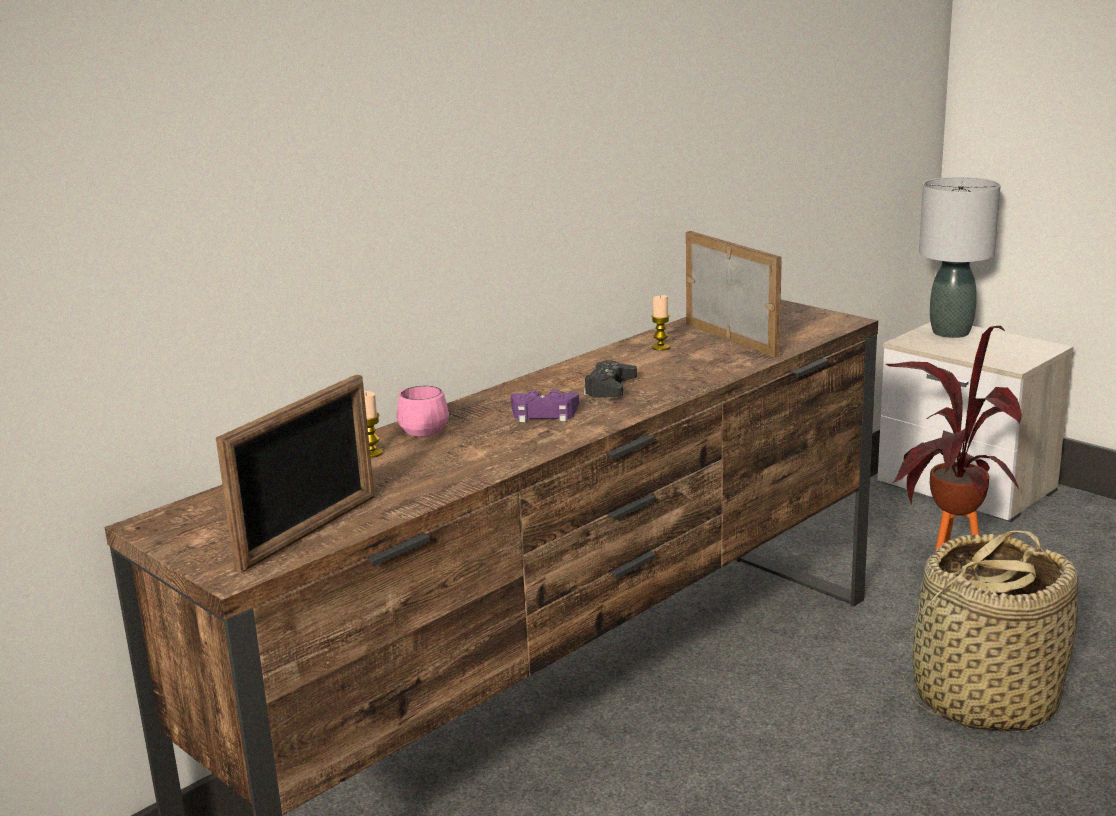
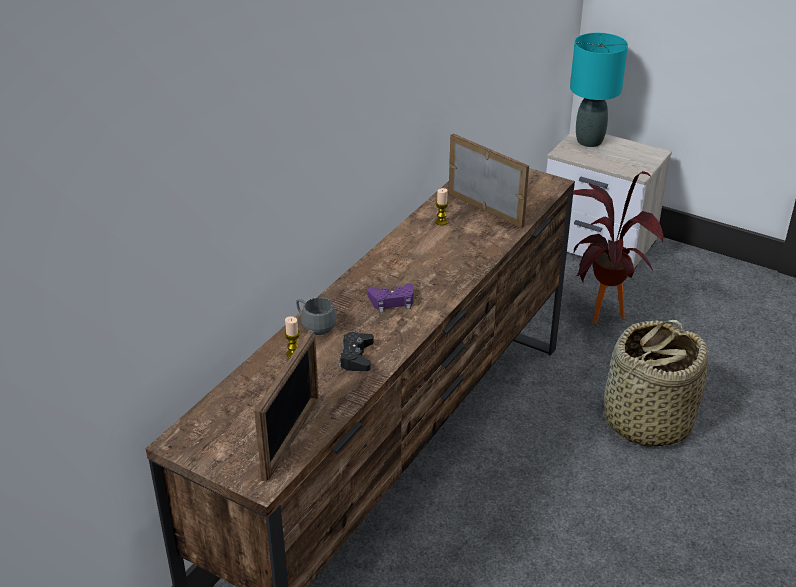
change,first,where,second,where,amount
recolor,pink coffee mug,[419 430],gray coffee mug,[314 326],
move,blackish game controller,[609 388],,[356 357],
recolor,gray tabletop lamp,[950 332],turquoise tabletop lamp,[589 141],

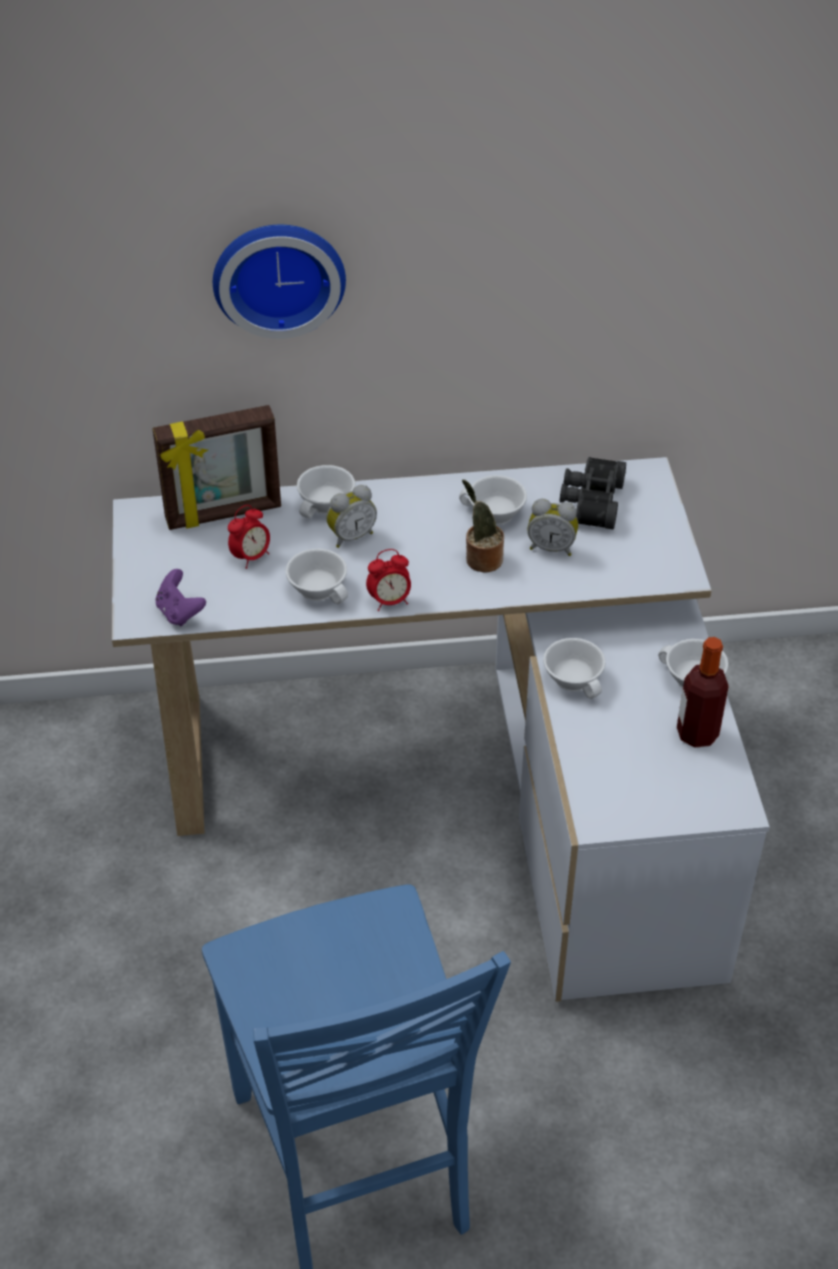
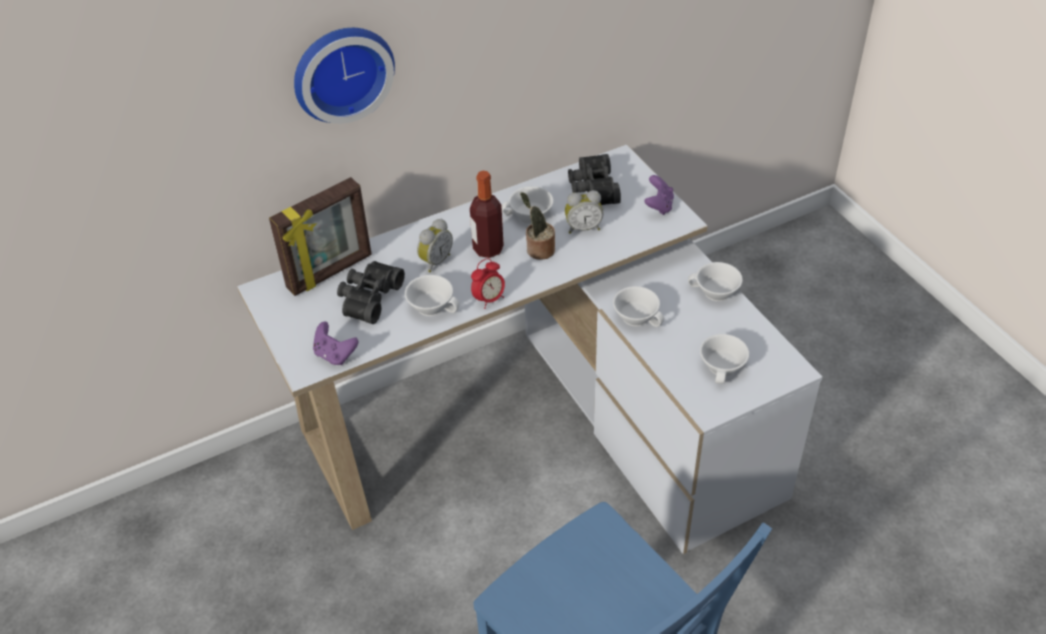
change,first,where,second,where,amount
replace,bedside clock,[251 557],blackish field glasses,[368 298],
move,bottle,[697 733],,[488 249],
insert,,,purplish game controller,[659 206],
move,white cup,[327 505],,[724 367],

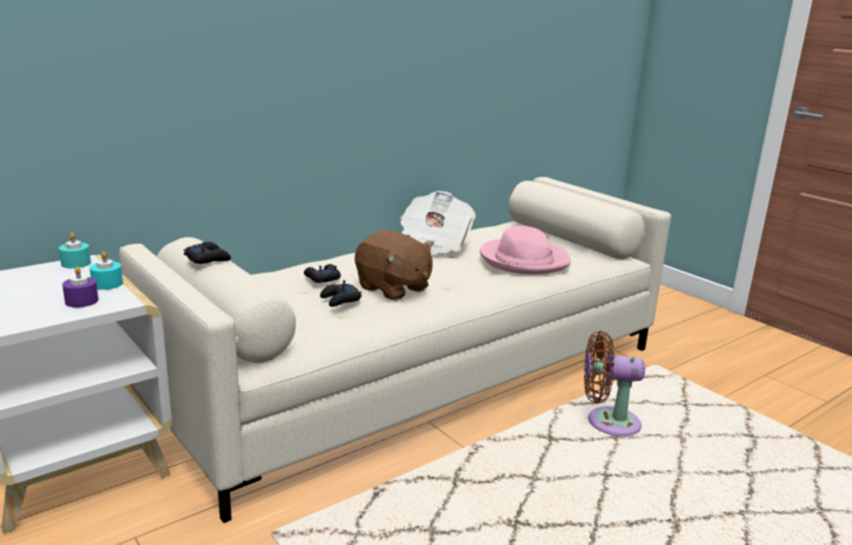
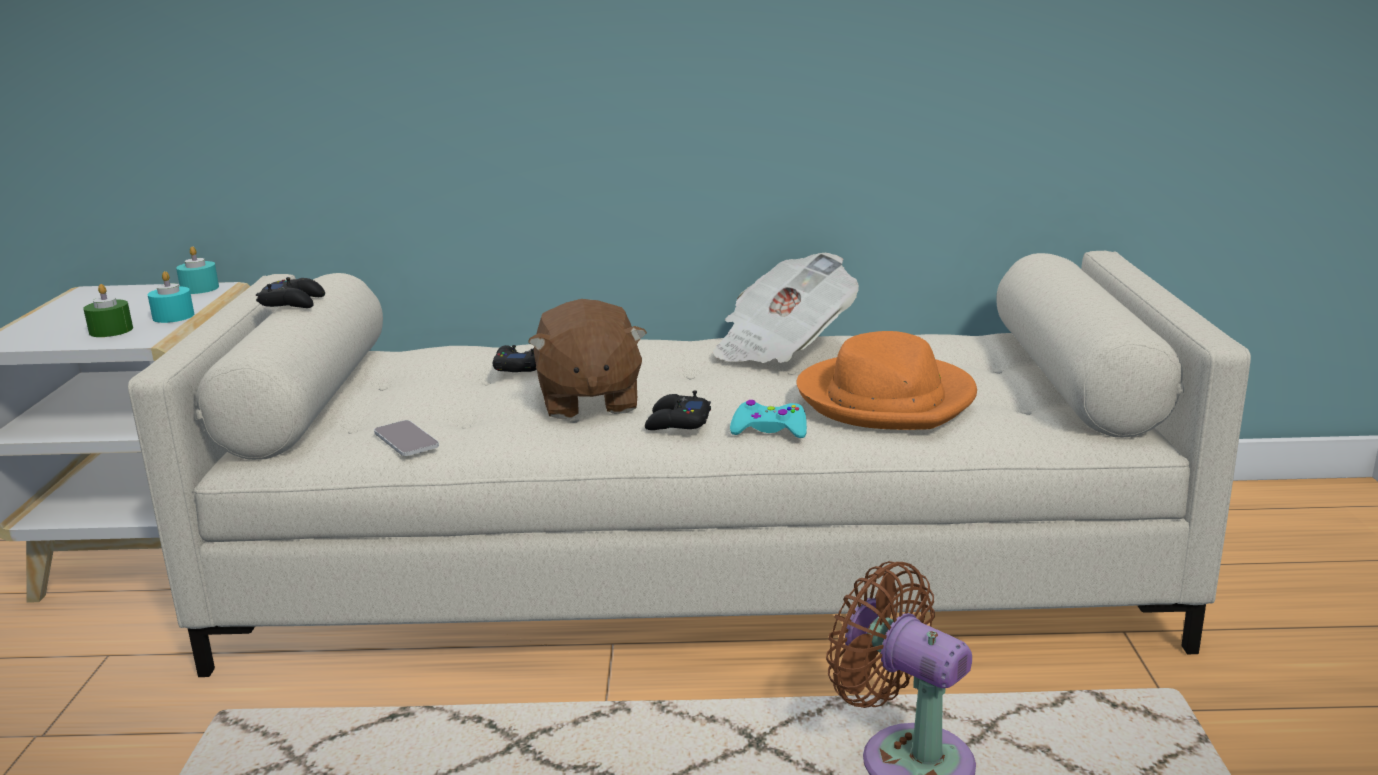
change,first,where,second,where,amount
recolor,purplish wax candle,[81 301],green wax candle,[111 330],
insert,,,handset,[406 440],
move,blackish game controller,[340 300],,[677 422],
insert,,,turquoise game controller,[769 430],
recolor,pink wearable hat,[524 260],orange-coloured wearable hat,[887 399],

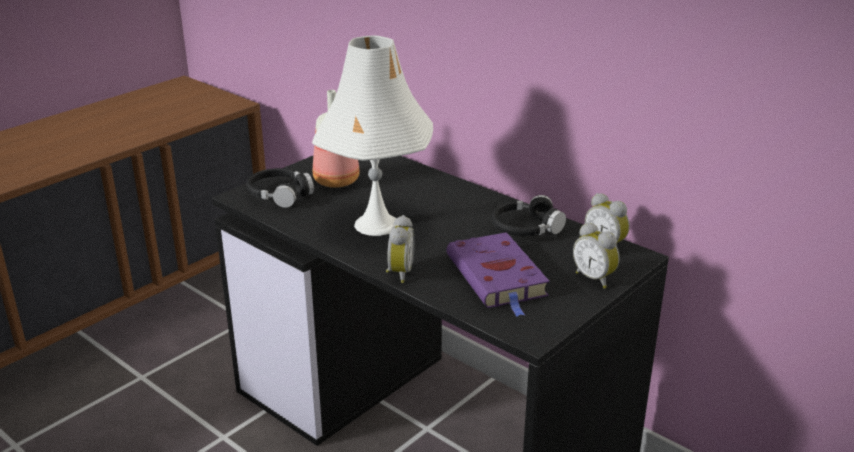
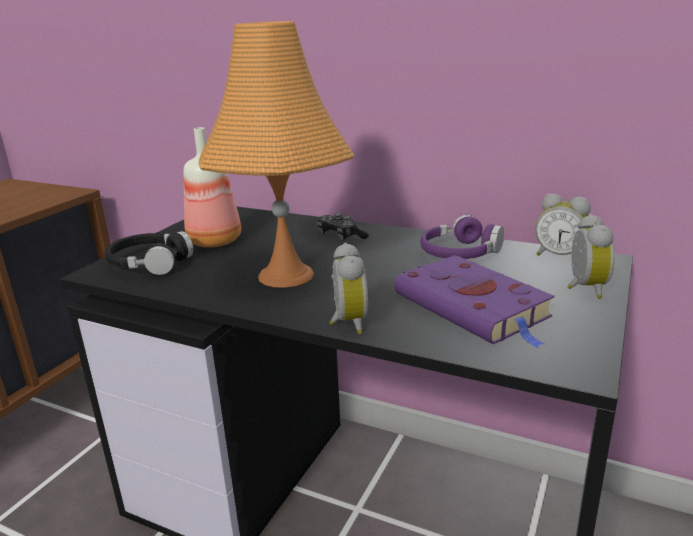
change,first,where,second,where,amount
recolor,white tabletop lamp,[376 224],orange-coloured tabletop lamp,[285 275],
insert,,,game controller,[340 236],
recolor,blackish headphones,[525 228],purplish headphones,[460 253],
rotate,bedside clock,[595 278],,[583 288],120 degrees counterclockwise

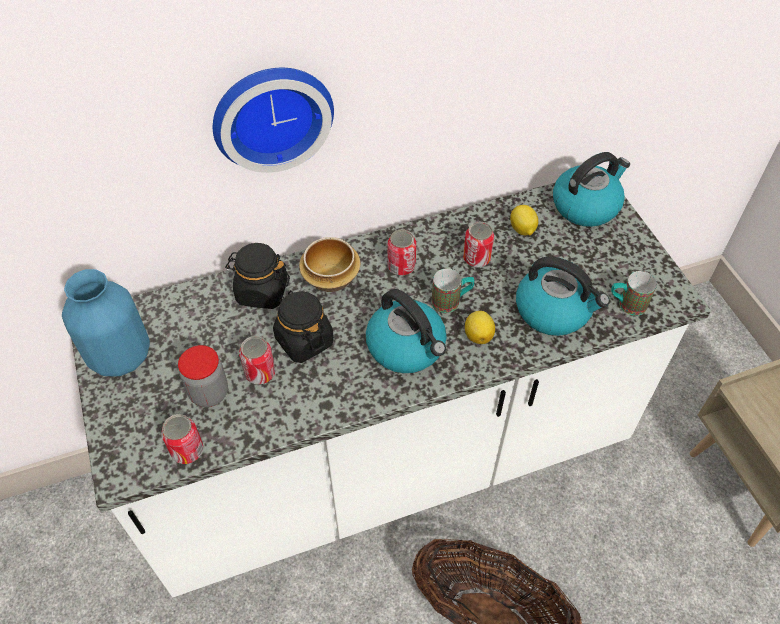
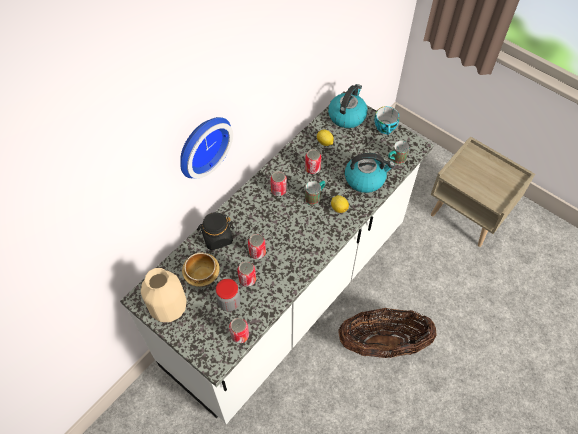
change,first,where,second,where,amount
recolor,blue-coloured vase,[122 356],sand-coloured vase,[169 307],
move,deep dish,[332 278],,[203 275],
replace,blackish jar,[304 340],can,[257 252],
insert,,,cup,[385 128],
delete,kettle,[407 347],,,

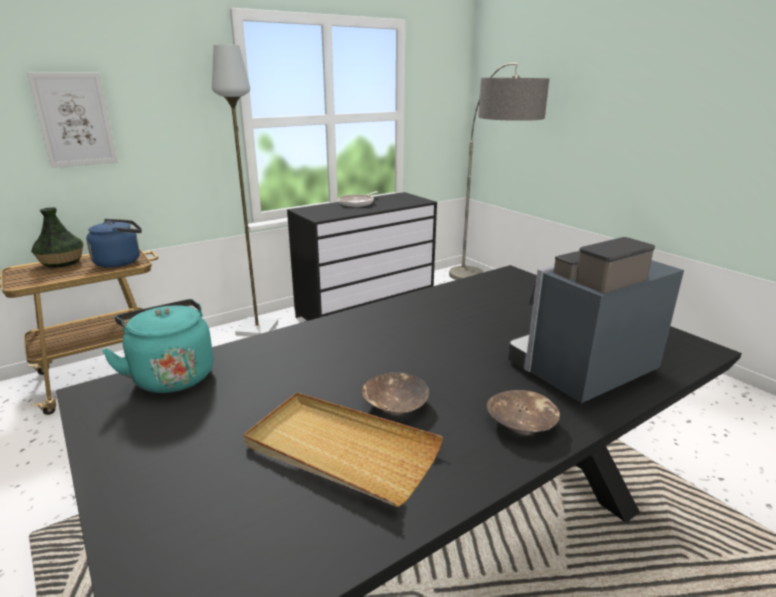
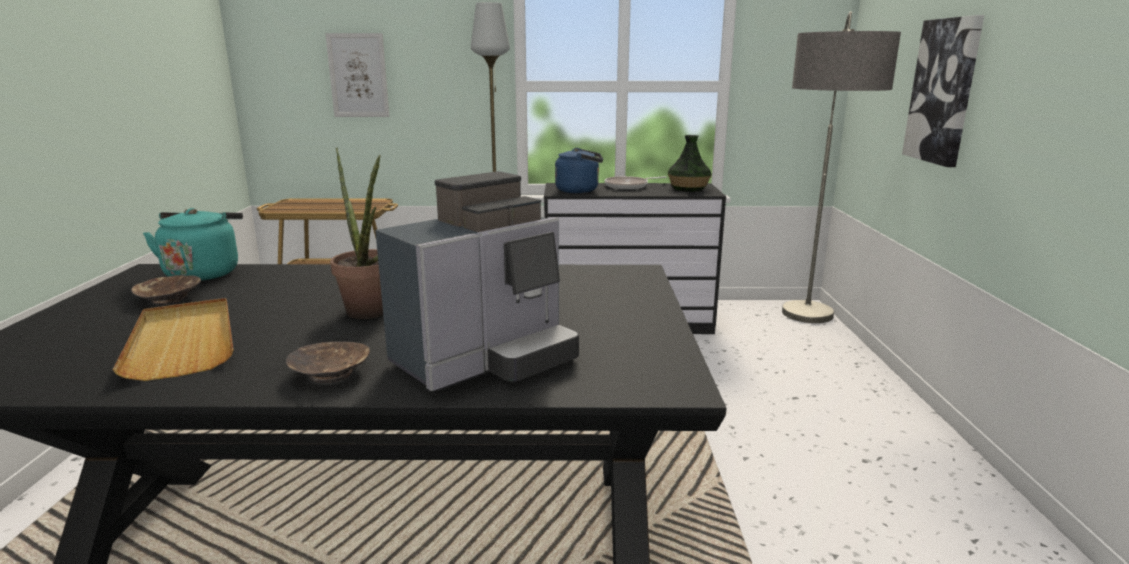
change,first,where,second,where,amount
move,brownish deep dish,[394 404],,[170 298],
insert,,,plant in a pot,[372 314],
rotate,coffee brewer,[581 370],,[487 359],135 degrees clockwise
move,blue-coloured kettle,[121 261],,[580 190],
move,vase,[62 262],,[689 188],
insert,,,wall art,[943 91],

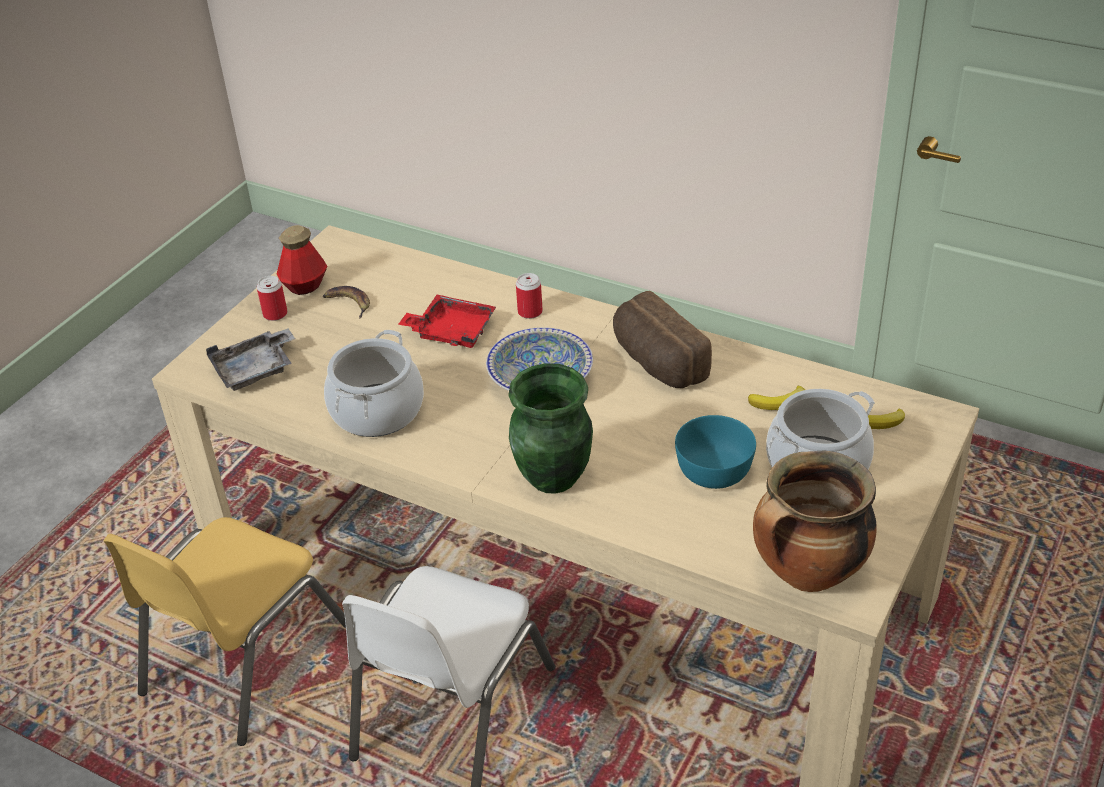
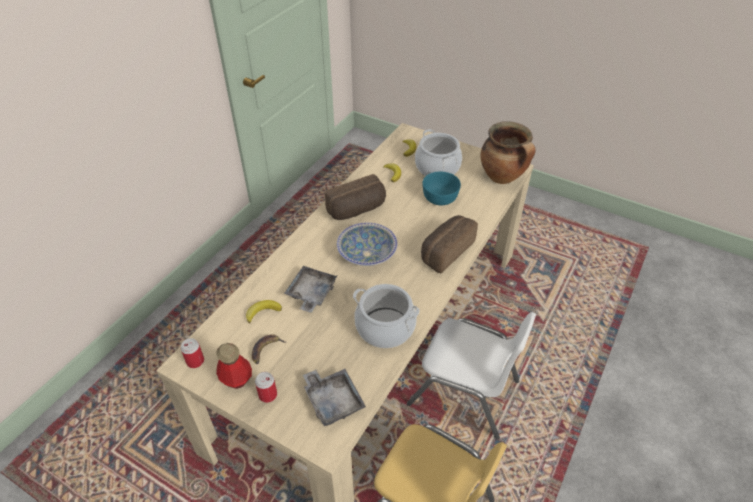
change,first,where,second,where,amount
move,can,[530 312],,[195 361],
insert,,,banana,[263 312],
recolor,red-coloured carrying tray,[451 331],gray carrying tray,[311 293],
replace,green vase,[553 478],bread,[445 251],

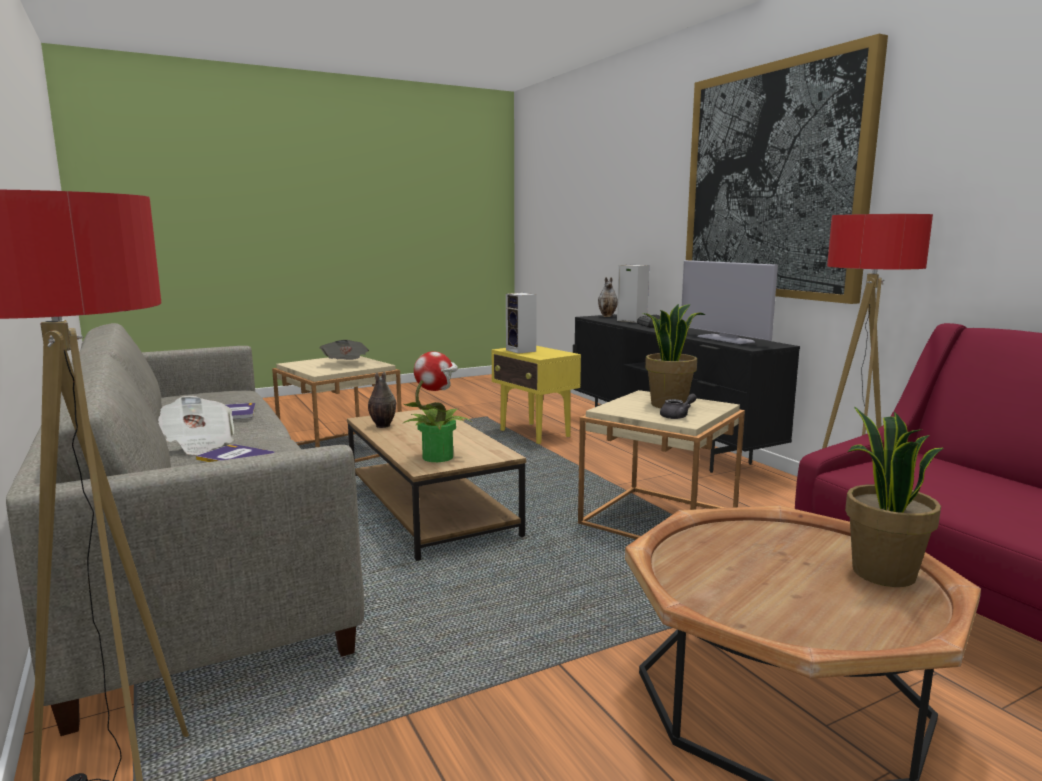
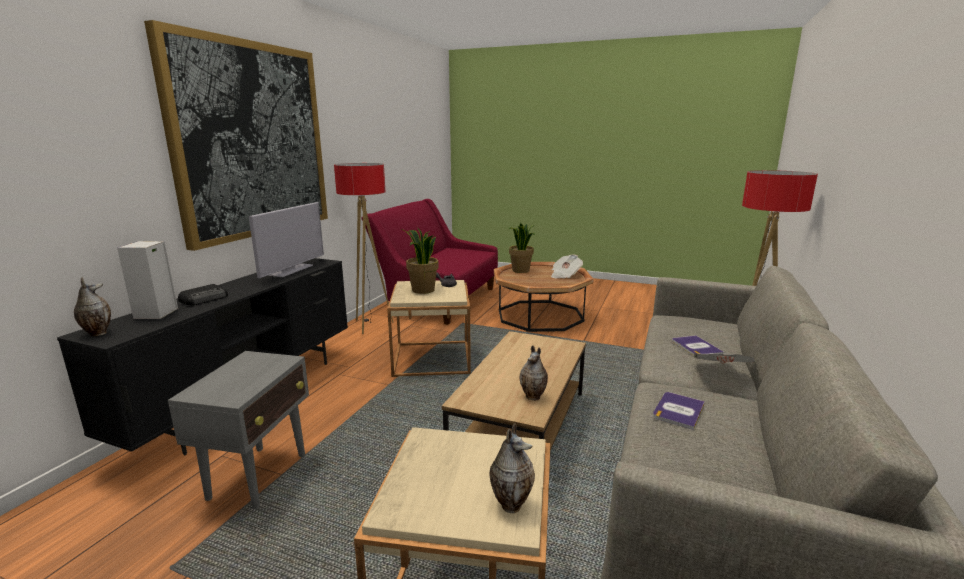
change,first,where,second,where,amount
recolor,yellow-coloured side table,[535 434],gray side table,[259 475],
insert,,,vase,[511 503],
move,printed paper,[346 363],,[565 275],
delete,plant in a pot,[438 457],,,
delete,loudspeaker,[522 351],,,

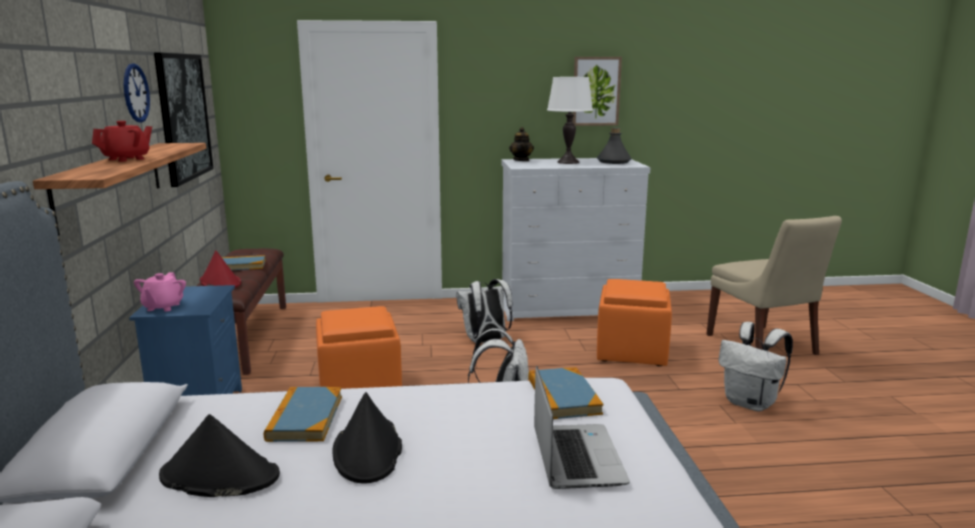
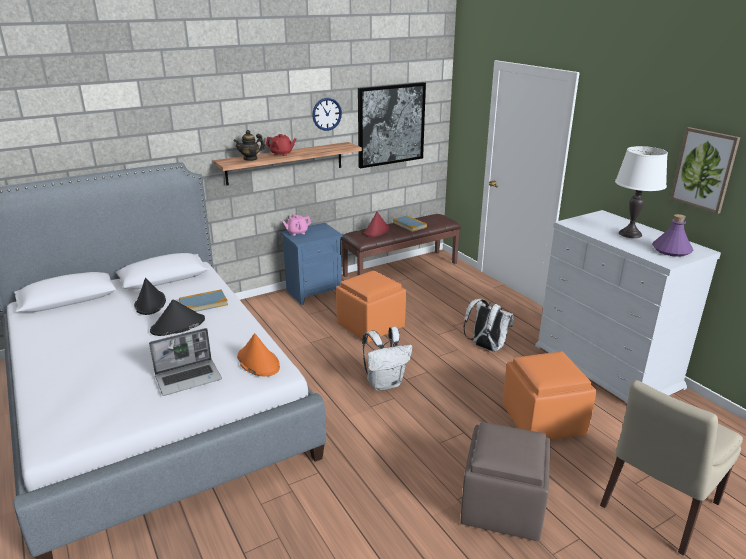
change,first,where,second,where,amount
move,pot for tea,[521 160],,[250 159],
replace,book,[563 396],orange-coloured wearable hat,[258 362],
replace,white backpack,[751 403],brownish pouffe,[503 506],
recolor,gray bottle,[613 162],purplish bottle,[671 250],

